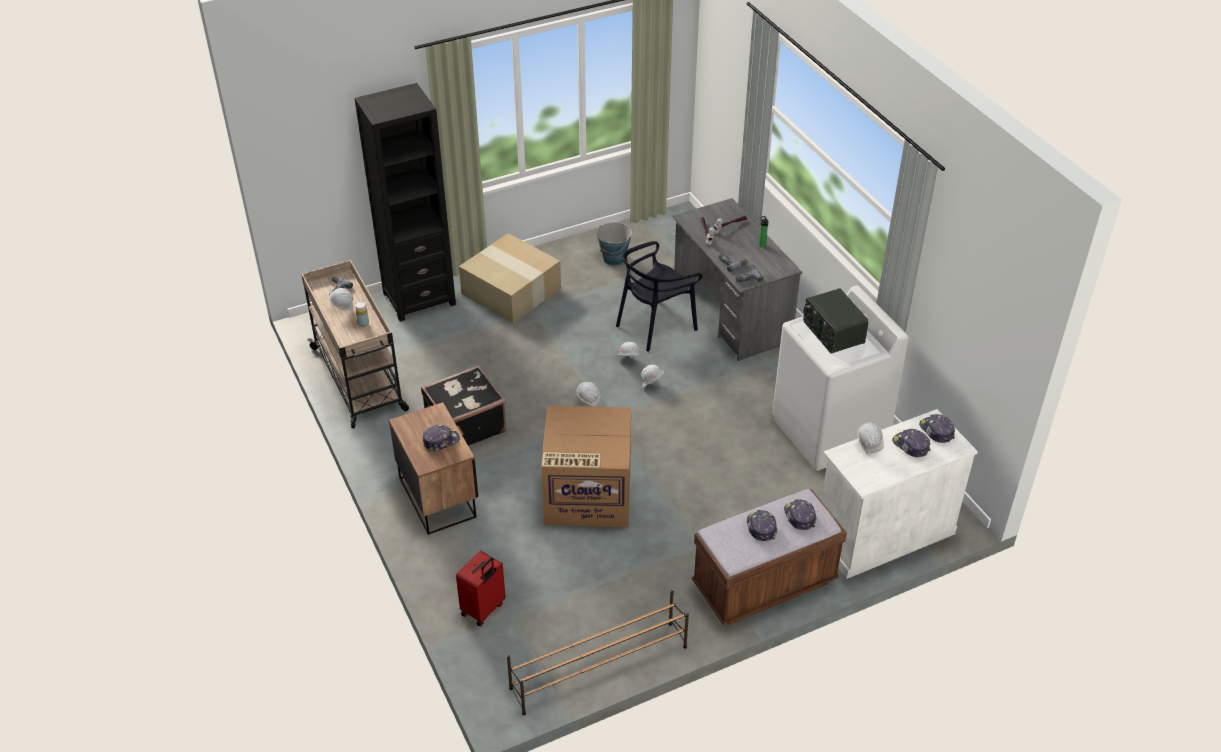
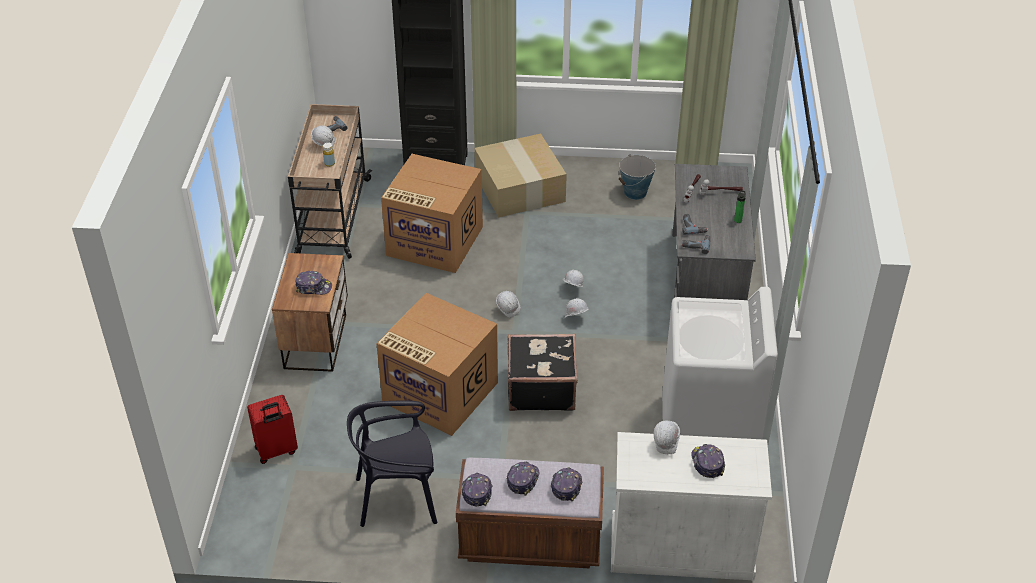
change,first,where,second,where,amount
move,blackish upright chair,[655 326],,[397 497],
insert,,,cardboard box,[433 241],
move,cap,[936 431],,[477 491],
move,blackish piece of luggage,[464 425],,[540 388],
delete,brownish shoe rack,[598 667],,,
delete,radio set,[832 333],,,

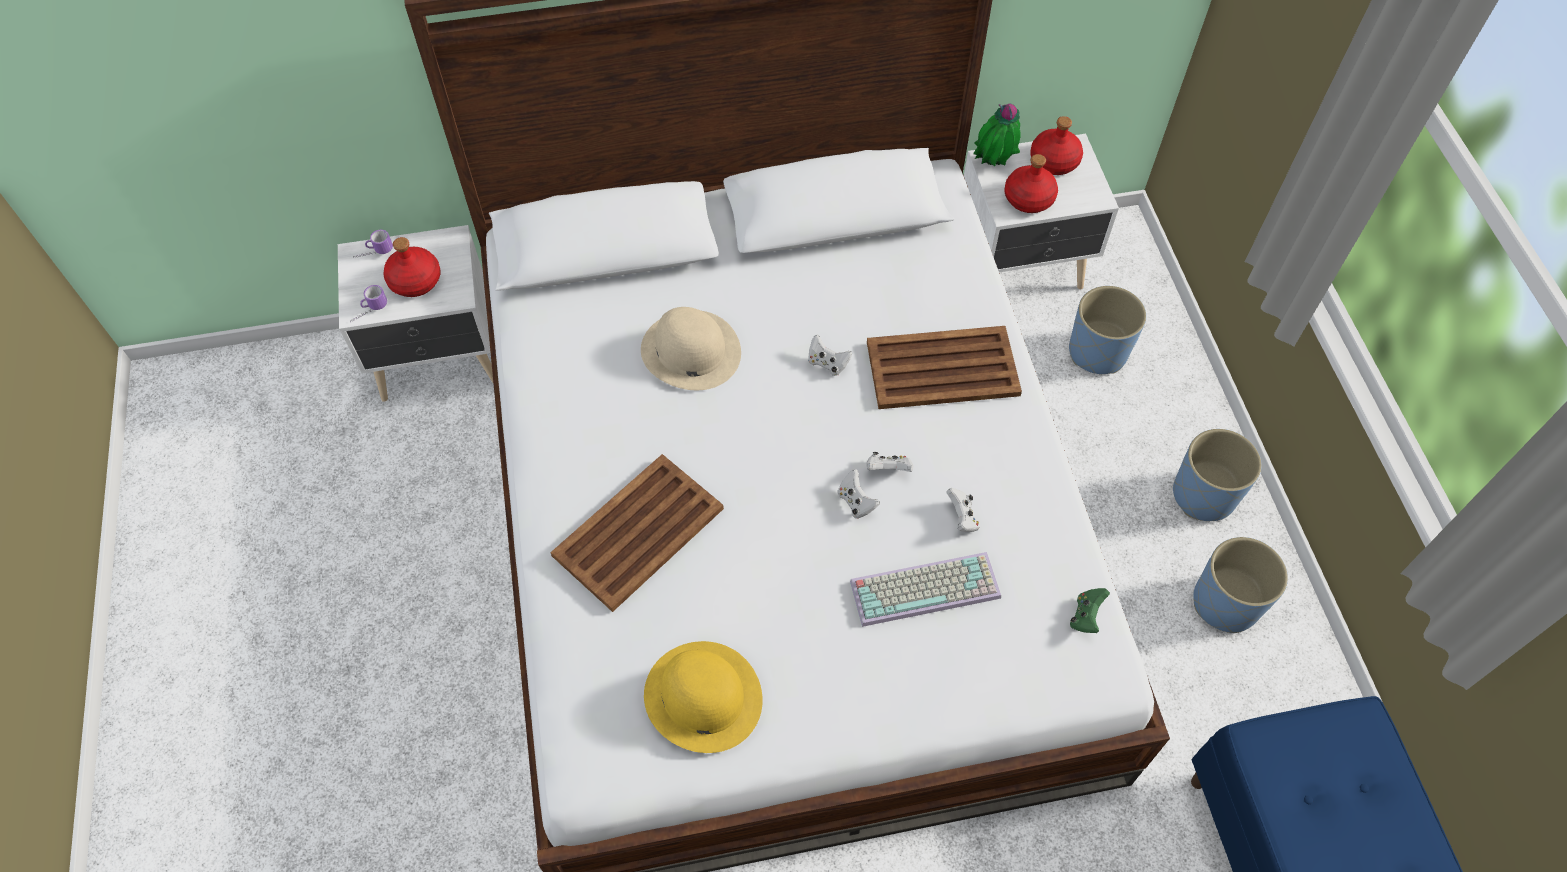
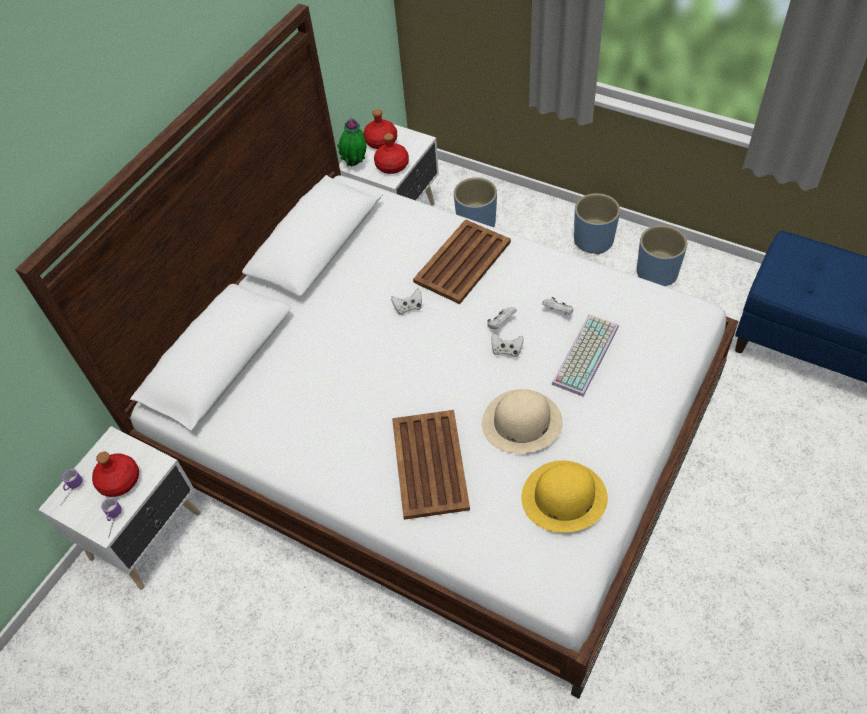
change,first,where,second,where,amount
move,sand-coloured wearable hat,[690 351],,[521 422],
delete,green game controller,[1085 616],,,

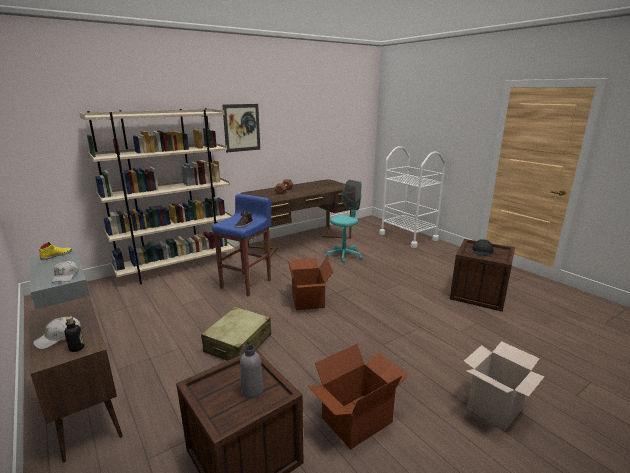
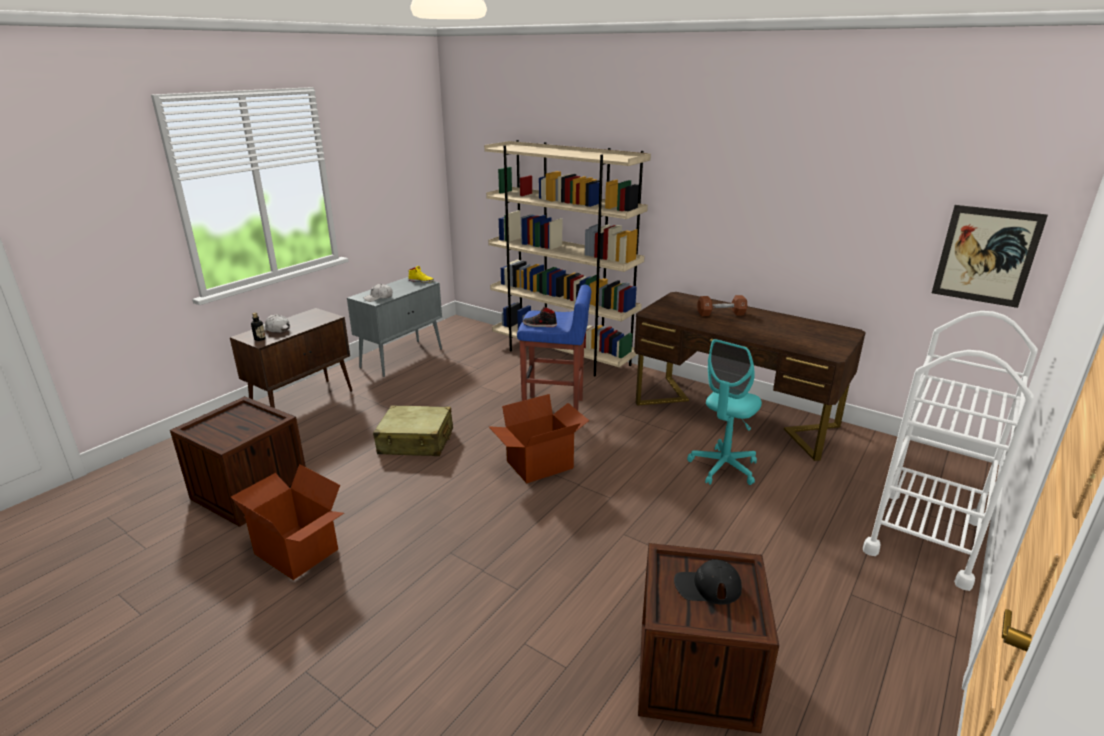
change,first,where,second,where,amount
rotate,turquoise desk chair,[344 255],,[723 468],105 degrees clockwise
move,wall art,[242 127],,[986 256],
delete,gray bottle,[252 390],,,
delete,cardboard box,[494 408],,,

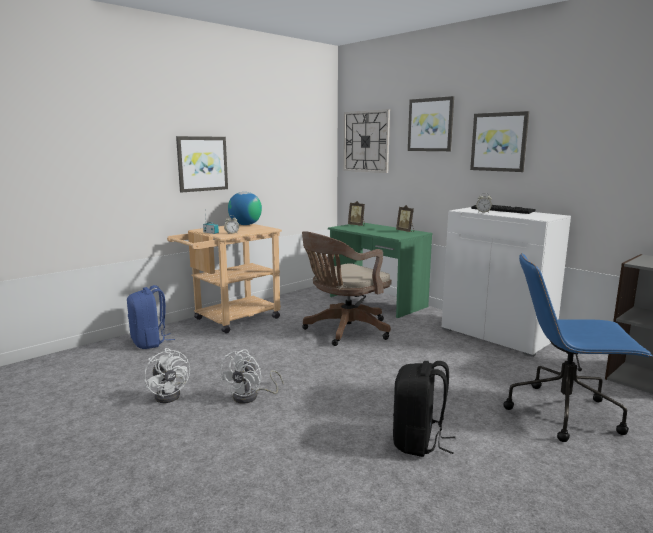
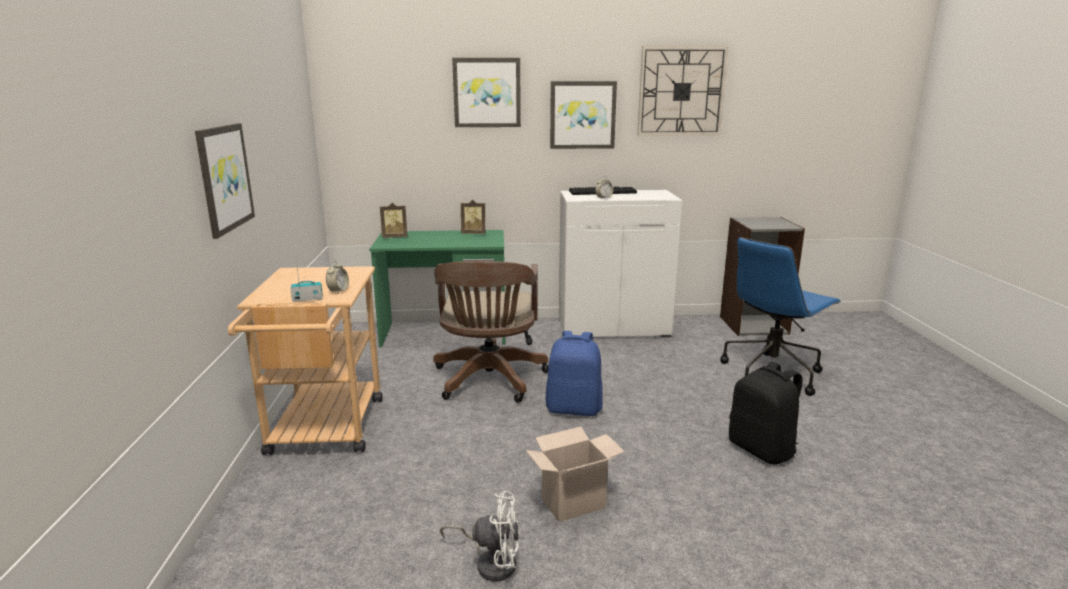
change,first,where,second,where,amount
replace,white electric fan,[251 397],cardboard box,[574 502],
move,blue-coloured backpack,[150 342],,[574 408],
move,hanging clock,[366 141],,[681 91],
delete,globe,[245 224],,,

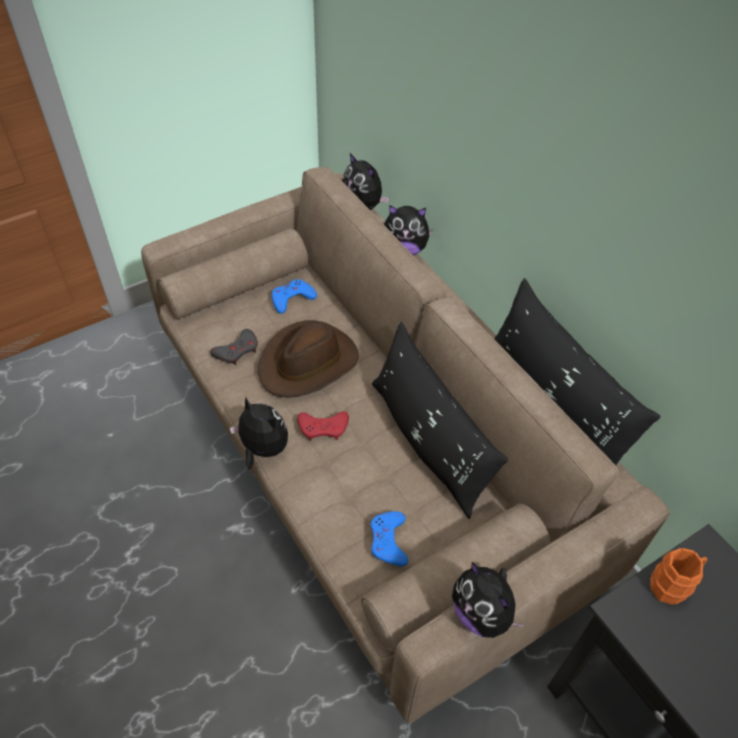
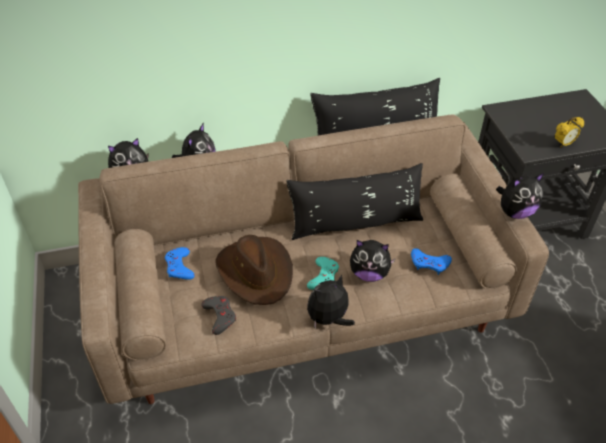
change,first,where,second,where,amount
recolor,red-coloured game controller,[323 428],turquoise game controller,[323 276],
insert,,,soft toy,[369 273],
insert,,,bedside clock,[563 144],
delete,orange-coloured coffee mug,[673 584],,,

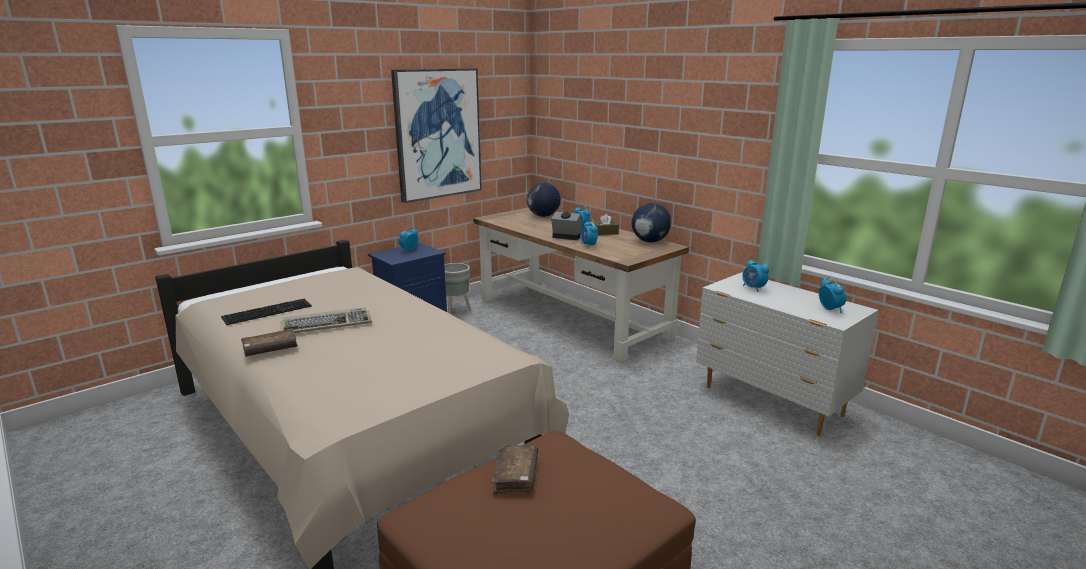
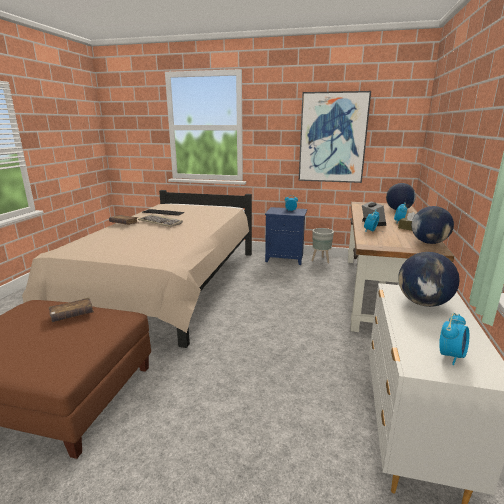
change,first,where,second,where,amount
replace,bedside clock,[753 288],globe,[423 303],

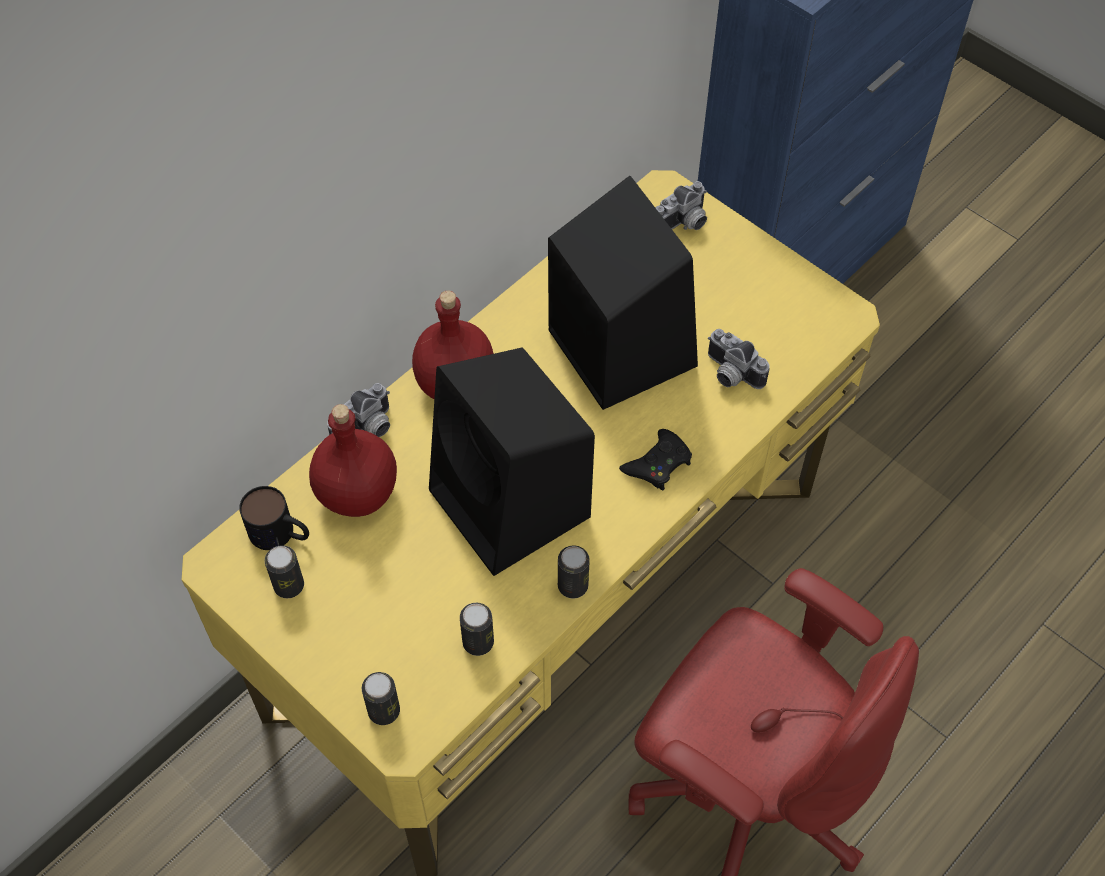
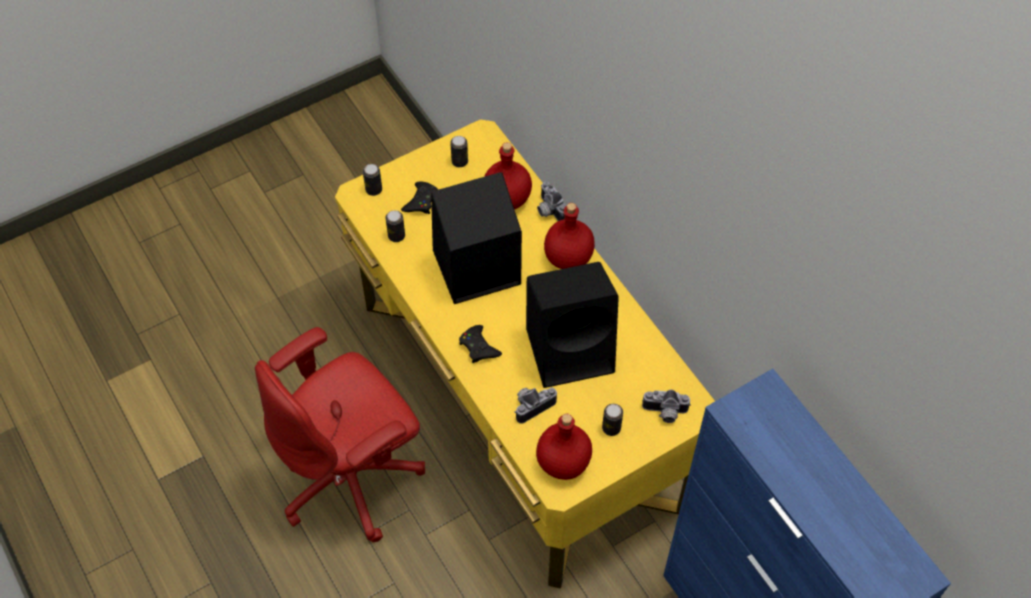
change,first,where,second,where,amount
insert,,,blackish game controller,[421 201],
insert,,,red-coloured bottle,[564 463],
move,can,[572 585],,[611 428],
rotate,still camera,[683 224],,[664 413],60 degrees counterclockwise
delete,coffee mug,[281 534],,,

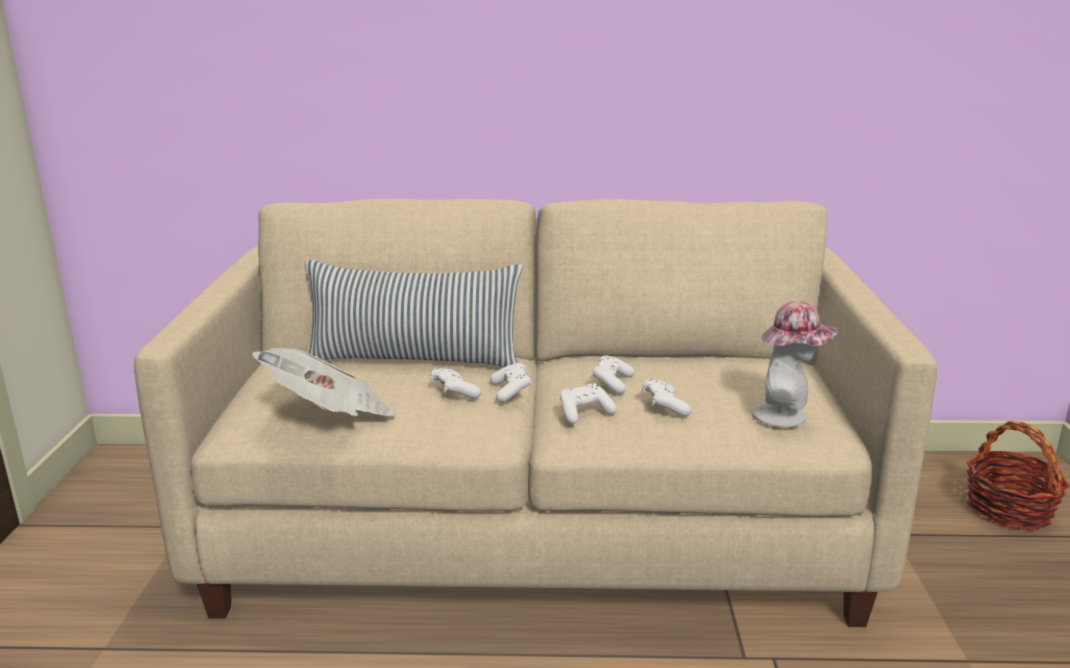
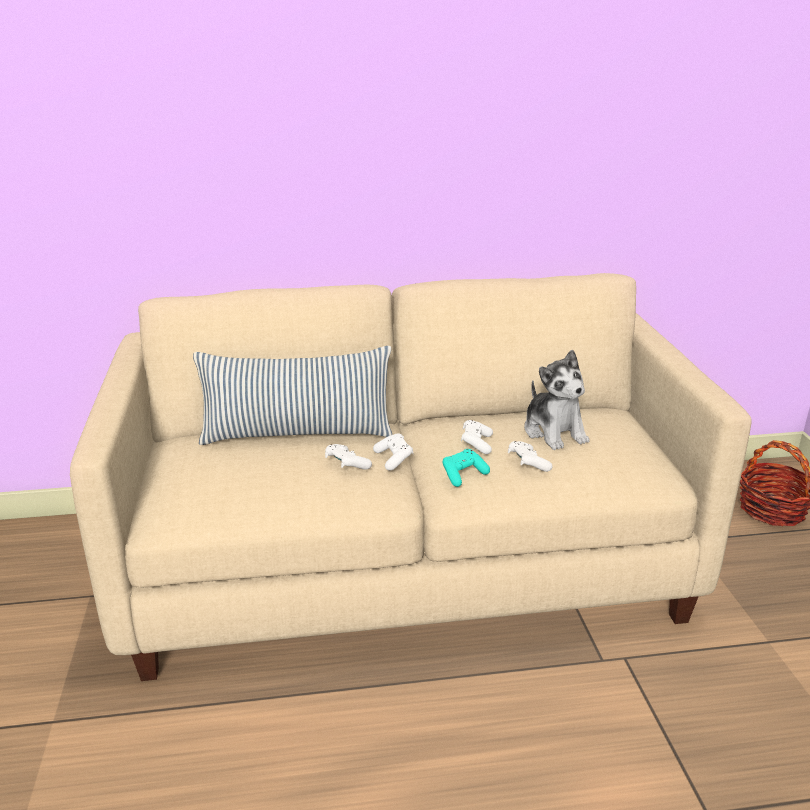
change,first,where,second,where,amount
recolor,white game controller,[585 413],turquoise game controller,[463 475],
insert,,,soft toy,[554 432],
delete,printed paper,[330 414],,,
delete,wearable hat,[787 415],,,

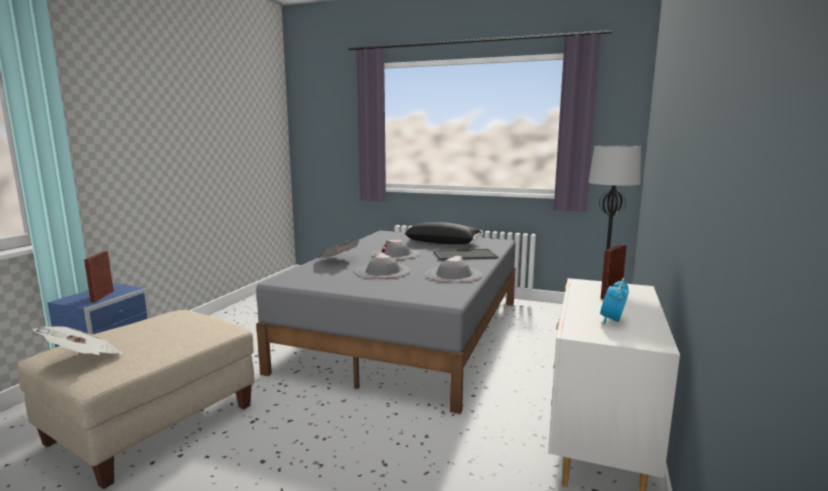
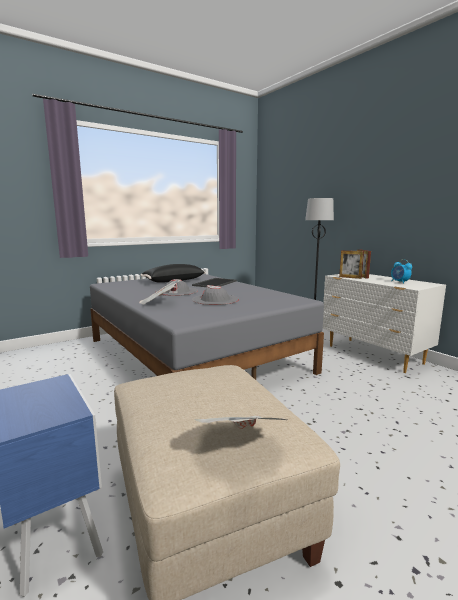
change,first,where,second,where,amount
move,photo frame,[102 296],,[350 277],
delete,gray wearable hat,[453 275],,,

